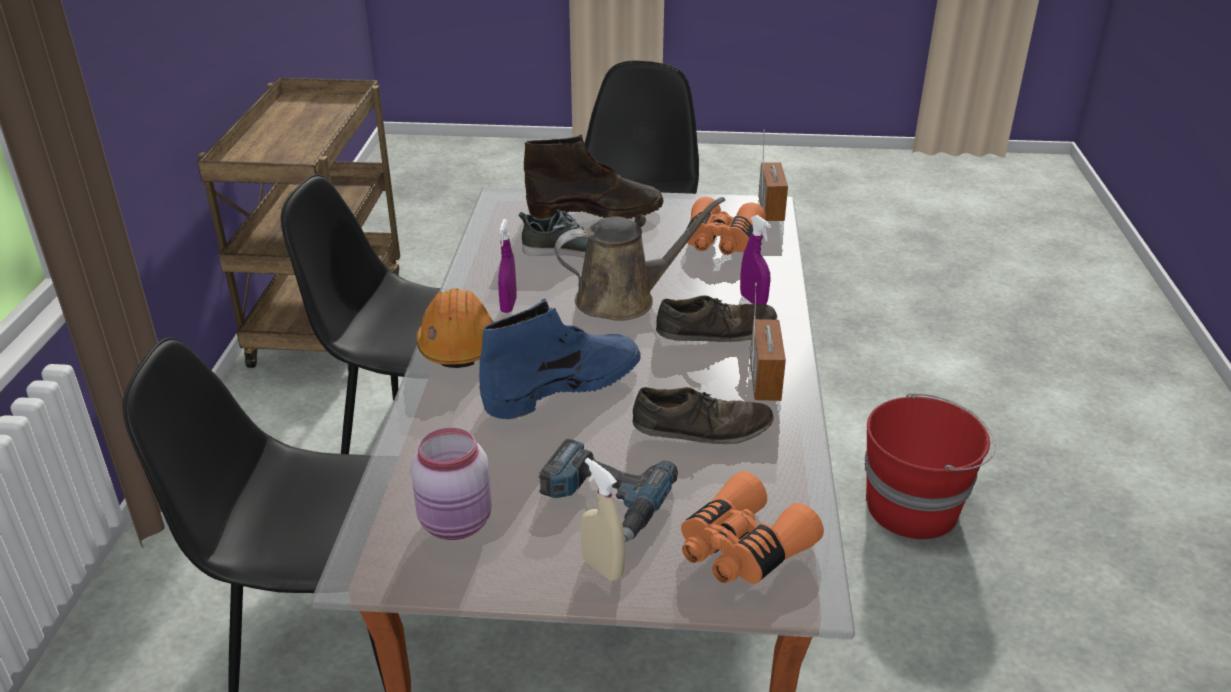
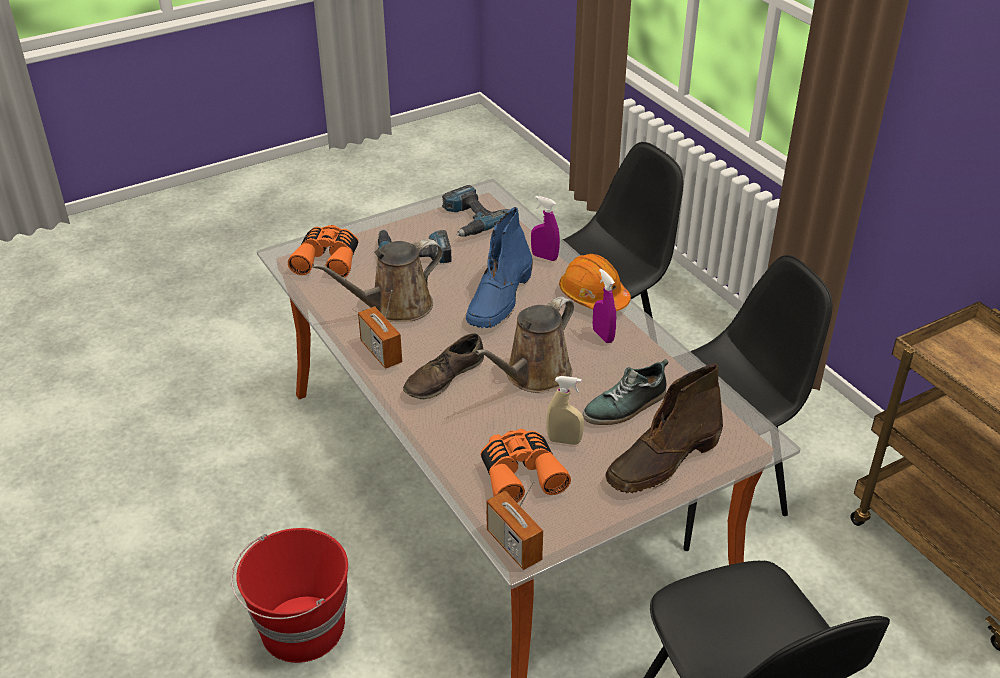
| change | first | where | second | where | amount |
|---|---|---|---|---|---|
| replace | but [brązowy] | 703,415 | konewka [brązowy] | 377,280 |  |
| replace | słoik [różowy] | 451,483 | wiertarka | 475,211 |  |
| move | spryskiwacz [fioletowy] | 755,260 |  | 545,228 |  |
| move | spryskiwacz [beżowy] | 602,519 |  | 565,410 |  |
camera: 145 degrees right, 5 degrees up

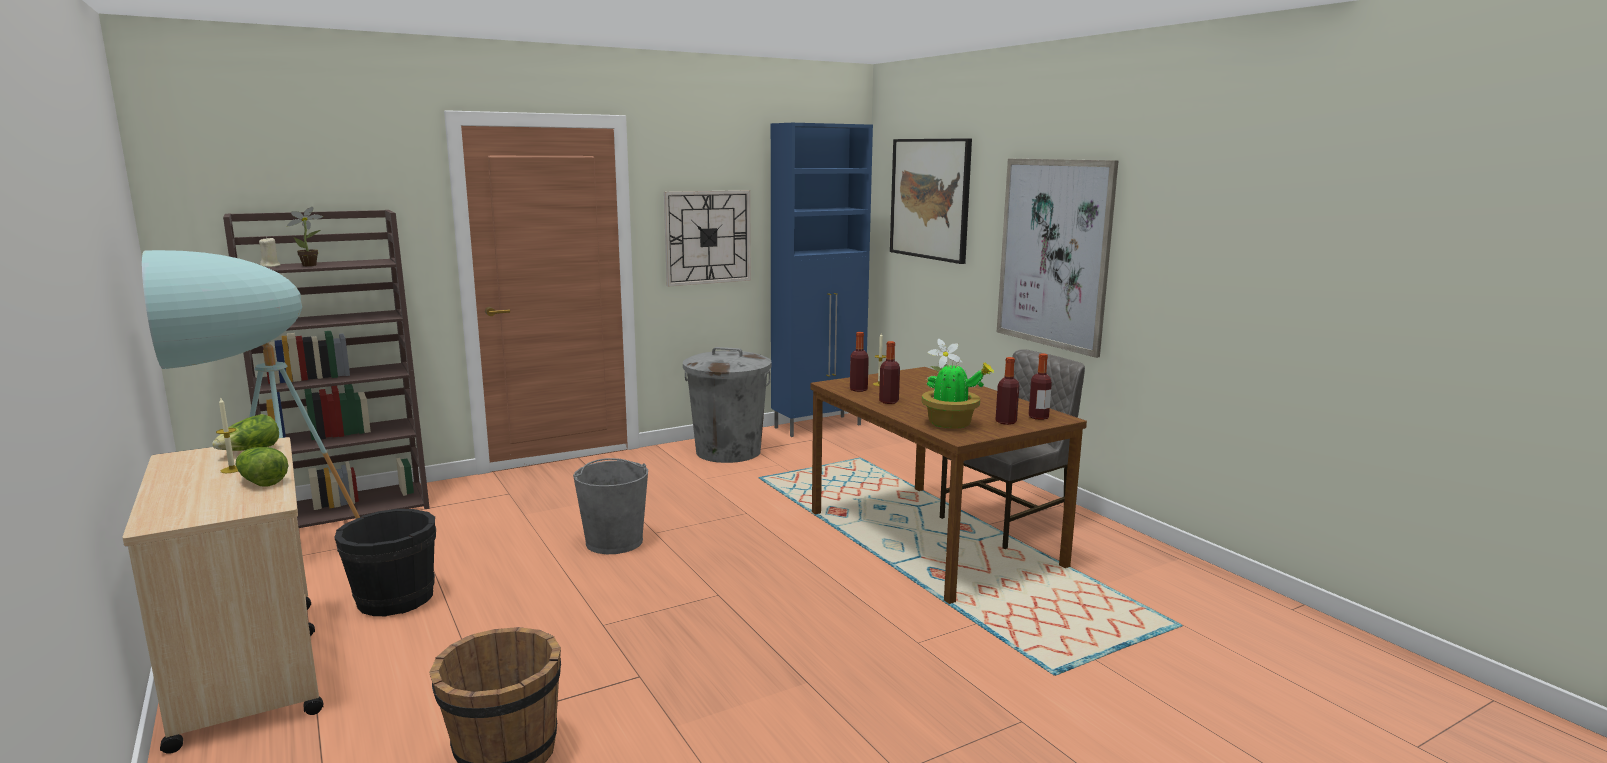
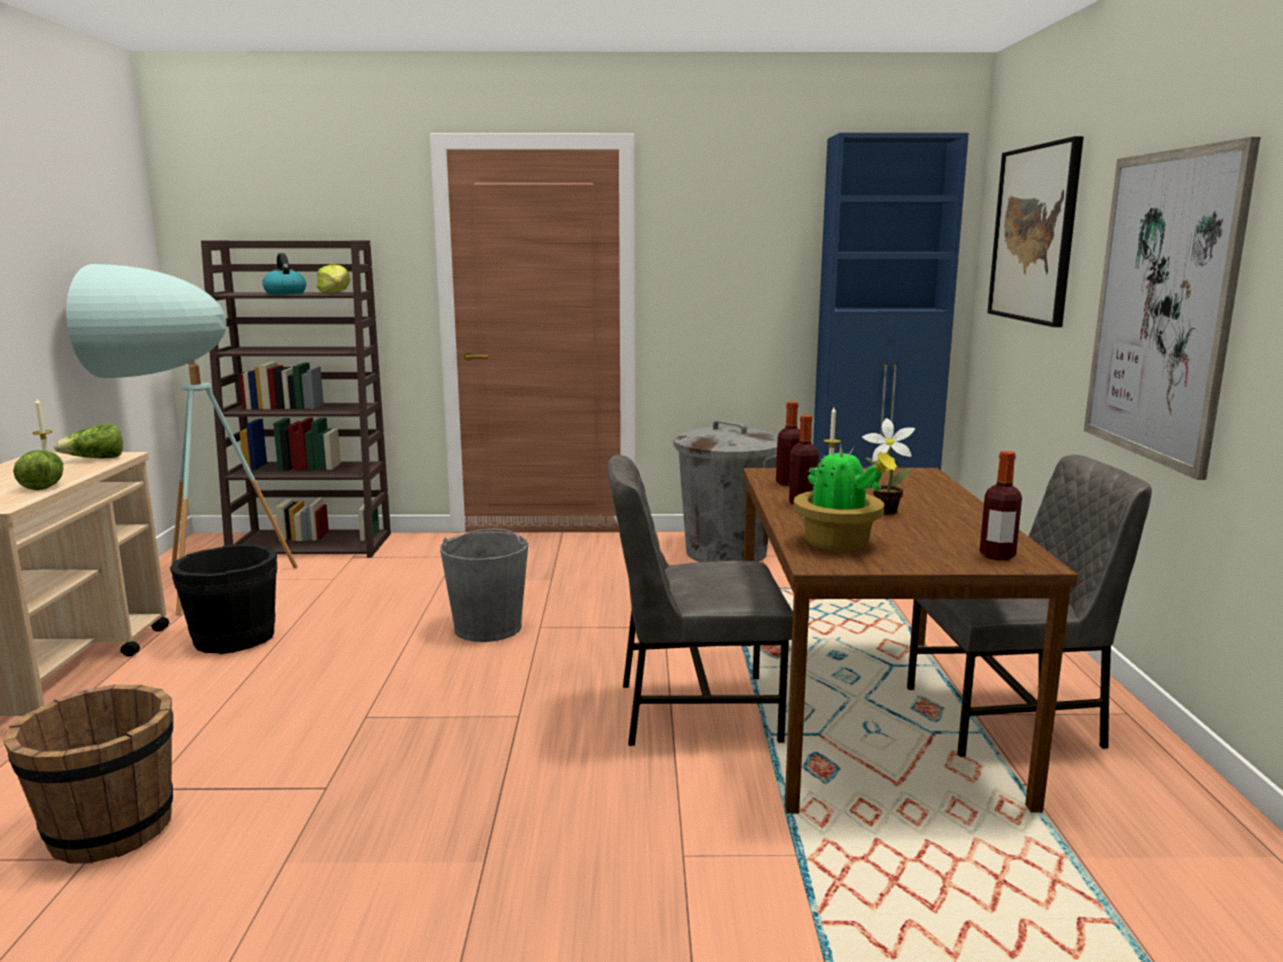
| change | first | where | second | where | amount |
|---|---|---|---|---|---|
| replace | roślina doniczkowa | 305,236 | czajnik | 284,274 |  |
| insert |  |  | sałata | 334,278 |  |
| insert |  |  | krzesło [szary] | 700,600 |  |
| delete | świeca [beżowy] | 269,252 |  |  |  |
| delete | zegar ścienny | 707,238 |  |  |  |
| delete | butelka | 1007,391 |  |  |  |
camera: 30 degrees right, 0 degrees up

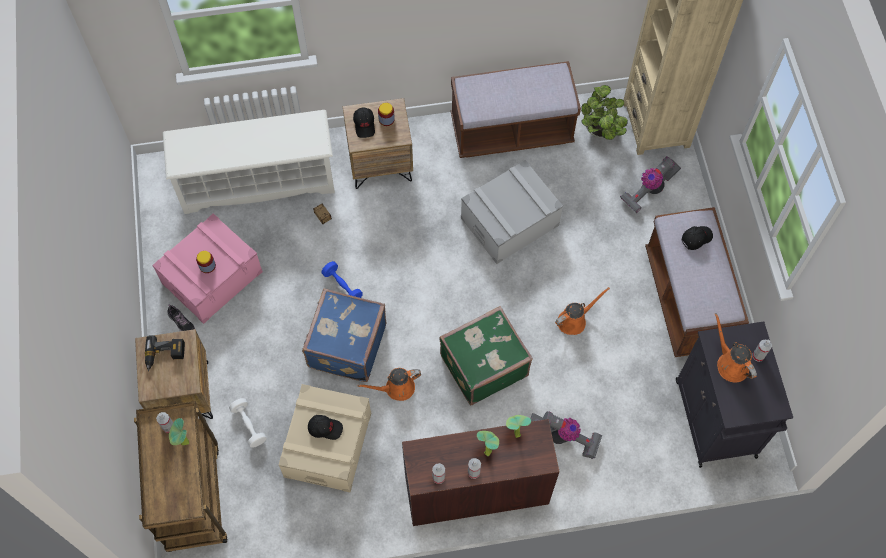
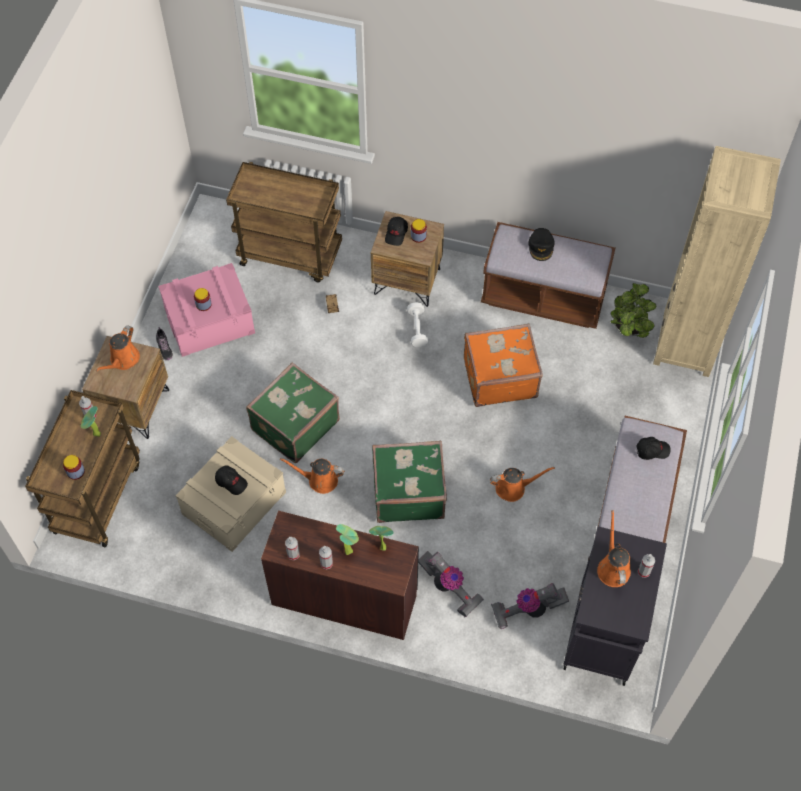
| change | first | where | second | where | amount |
|---|---|---|---|---|---|
| insert |  |  | słoik | 74,467 |  |
| replace | wiertarka | 165,353 | konewka [pomarańczowy] | 117,349 |  |
| replace | regał na buty [biały] | 249,162 | wózek [brązowy] | 284,222 |  |
| recolor | walizka [niebieski] | 344,335 | walizka [zielony] | 293,413 |  |
| move | hantel [biały] | 248,423 |  | 417,324 |  |
| replace | pojemnik do przechowywania [szary] | 512,212 | walizka [pomarańczowy] | 503,365 |  |
| move | odkurzacz | 650,184 |  | 530,606 |  |
| insert |  |  | czapka z daszkiem [czarny] | 541,244 |  |
| delete | hantel [niebieski] | 342,279 |  |  |  |
camera: 25 degrees right, 5 degrees down

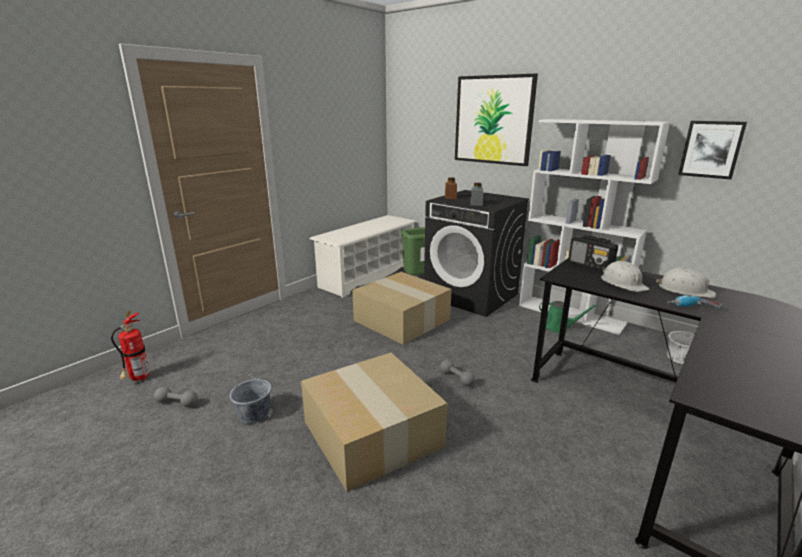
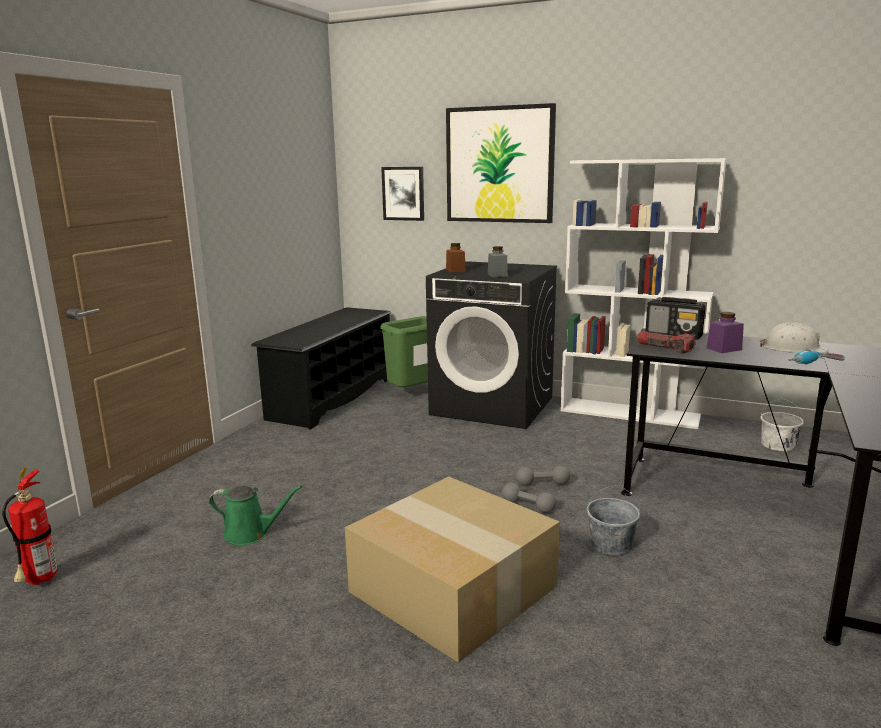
| change | first | where | second | where | amount |
|---|---|---|---|---|---|
| move | konewka [zielony] | 568,317 |  | 255,515 |  |
| recolor | regał na buty [biały] | 363,256 | regał na buty [czarny] | 321,368 |  |
| move | obraz | 712,150 |  | 402,194 |  |
| move | hantel [szary] | 176,397 |  | 542,476 |  |
| move | wiadro [szary] | 251,398 |  | 613,520 |  |
| insert |  |  | latarka | 666,342 |  |
| replace | kask [biały] | 625,276 | słoik [fioletowy] | 725,332 |  |
| delete | karton | 402,308 |  |  |  |
camera: 15 degrees left, 5 degrees down

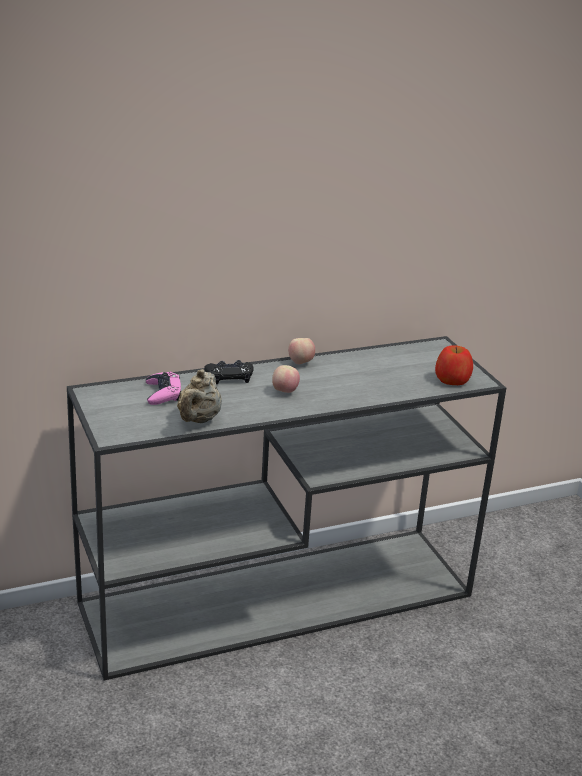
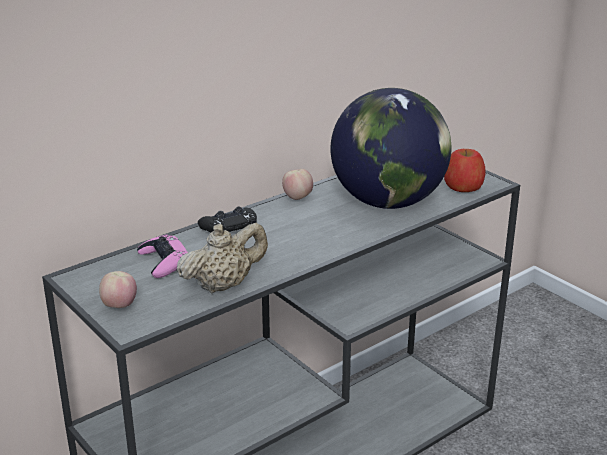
| change | first | where | second | where | amount |
|---|---|---|---|---|---|
| move | jabłko | 286,379 |  | 118,289 |  |
| rotate | imbryk [beżowy] | 199,396 |  | 222,258 | 120 degrees counterclockwise |
| insert |  |  | globus | 390,148 |  |
camera: 15 degrees left, 0 degrees up

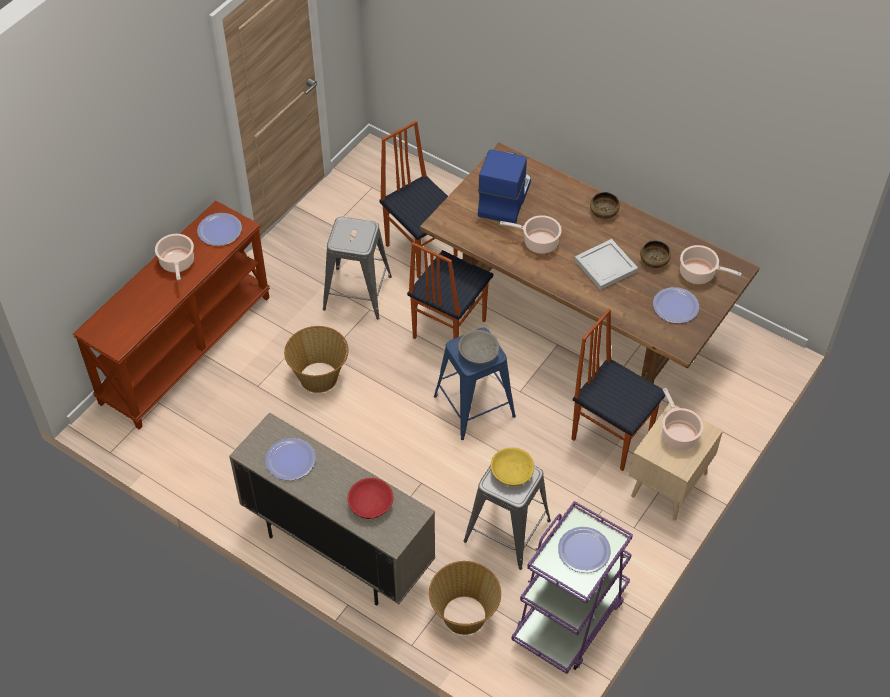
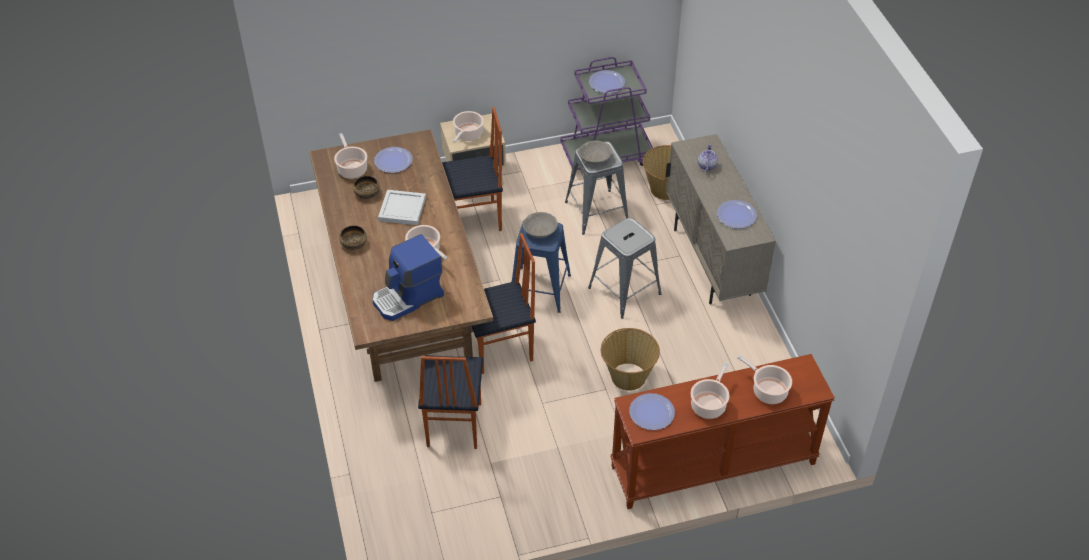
| change | first | where | second | where | amount |
|---|---|---|---|---|---|
| rotate | krzesło | 618,390 |  | 472,169 | 90 degrees counterclockwise |
| recolor | miska [żółty] | 512,466 | miska [szary] | 595,152 |  |
| move | stołek [szary] | 357,268 |  | 624,268 |  |
| replace | miska [czerwony] | 370,498 | imbryk | 708,158 |  |
| insert |  |  | garnek | 764,379 |  |
camera: 140 degrees left, 5 degrees down

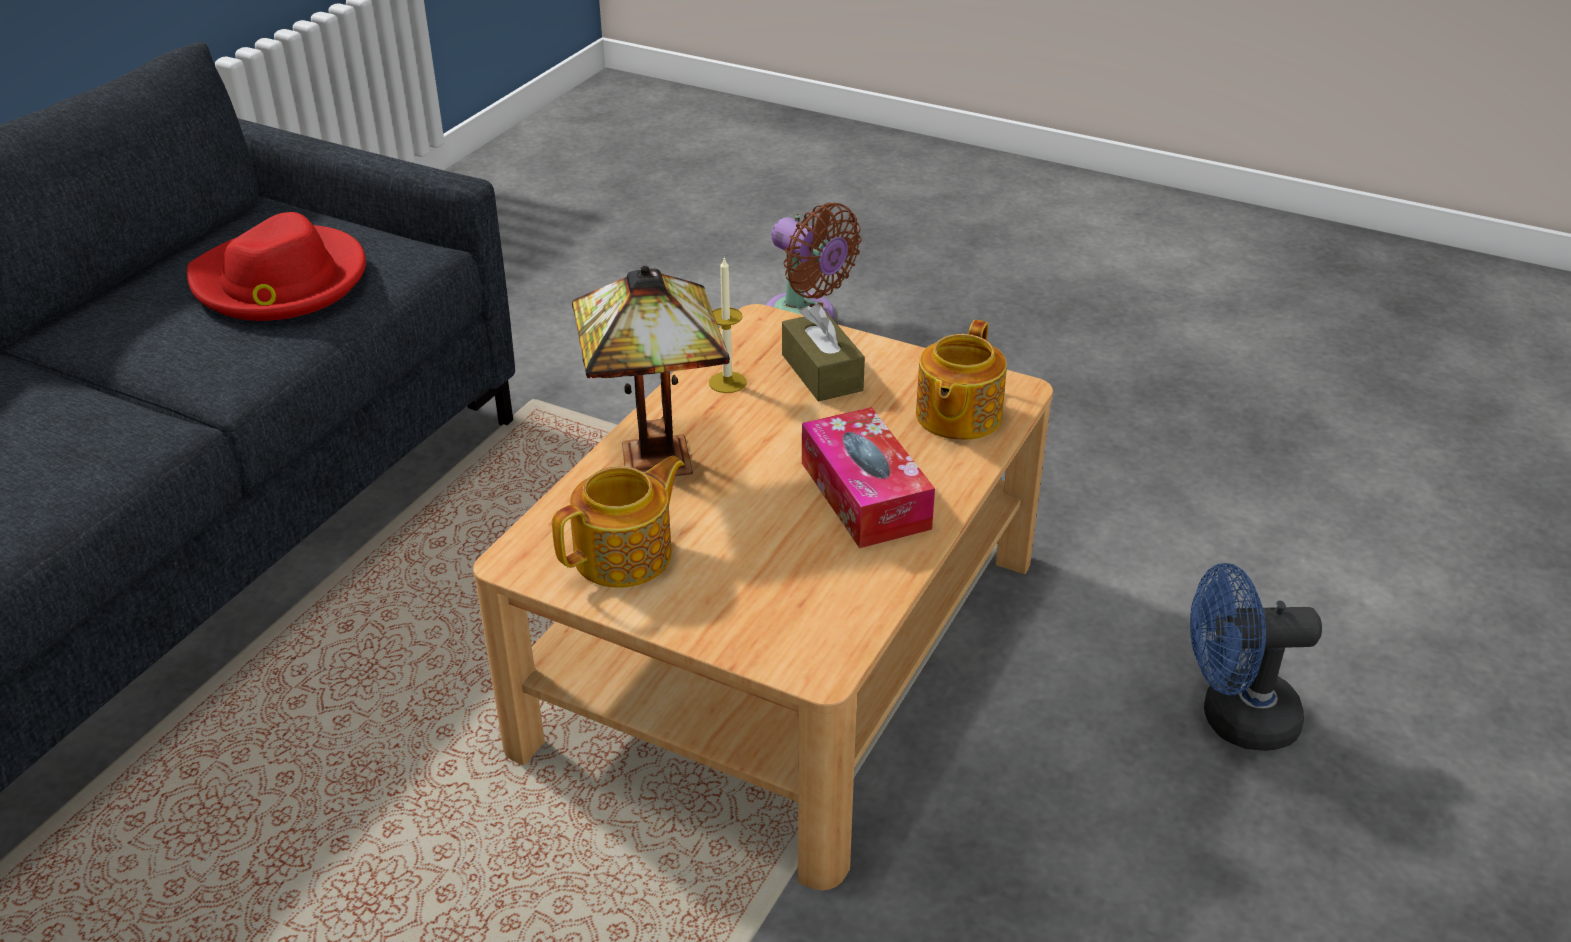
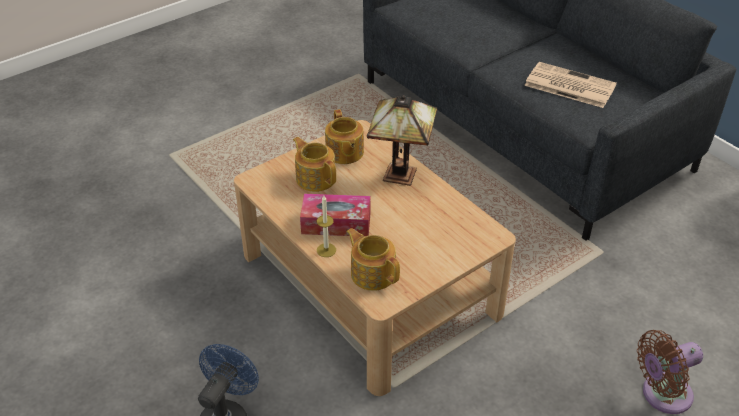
| change | first | where | second | where | amount |
|---|---|---|---|---|---|
| insert |  |  | imbryk | 314,164 |  |
| move | świeca | 728,325 |  | 326,226 |  |
| replace | kapelusz [czerwony] | 276,266 | gazeta | 570,85 |  |
| delete | pudełko chusteczek [brązowy] | 823,353 |  |  |  |
camera: 115 degrees right, 5 degrees up

